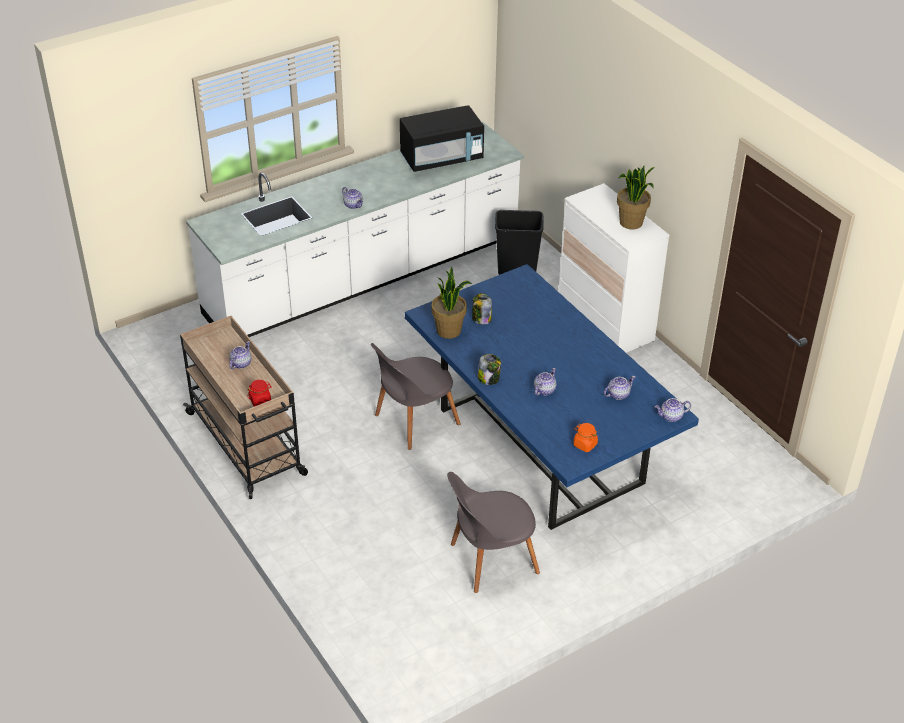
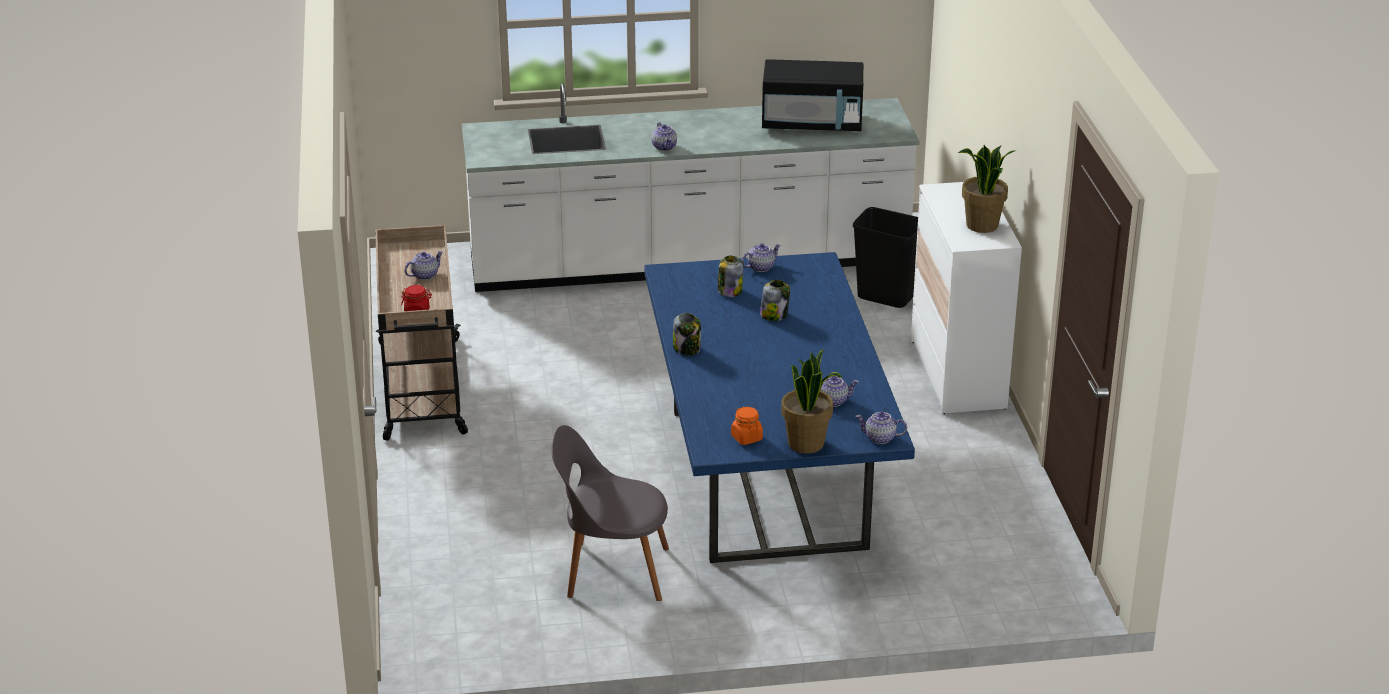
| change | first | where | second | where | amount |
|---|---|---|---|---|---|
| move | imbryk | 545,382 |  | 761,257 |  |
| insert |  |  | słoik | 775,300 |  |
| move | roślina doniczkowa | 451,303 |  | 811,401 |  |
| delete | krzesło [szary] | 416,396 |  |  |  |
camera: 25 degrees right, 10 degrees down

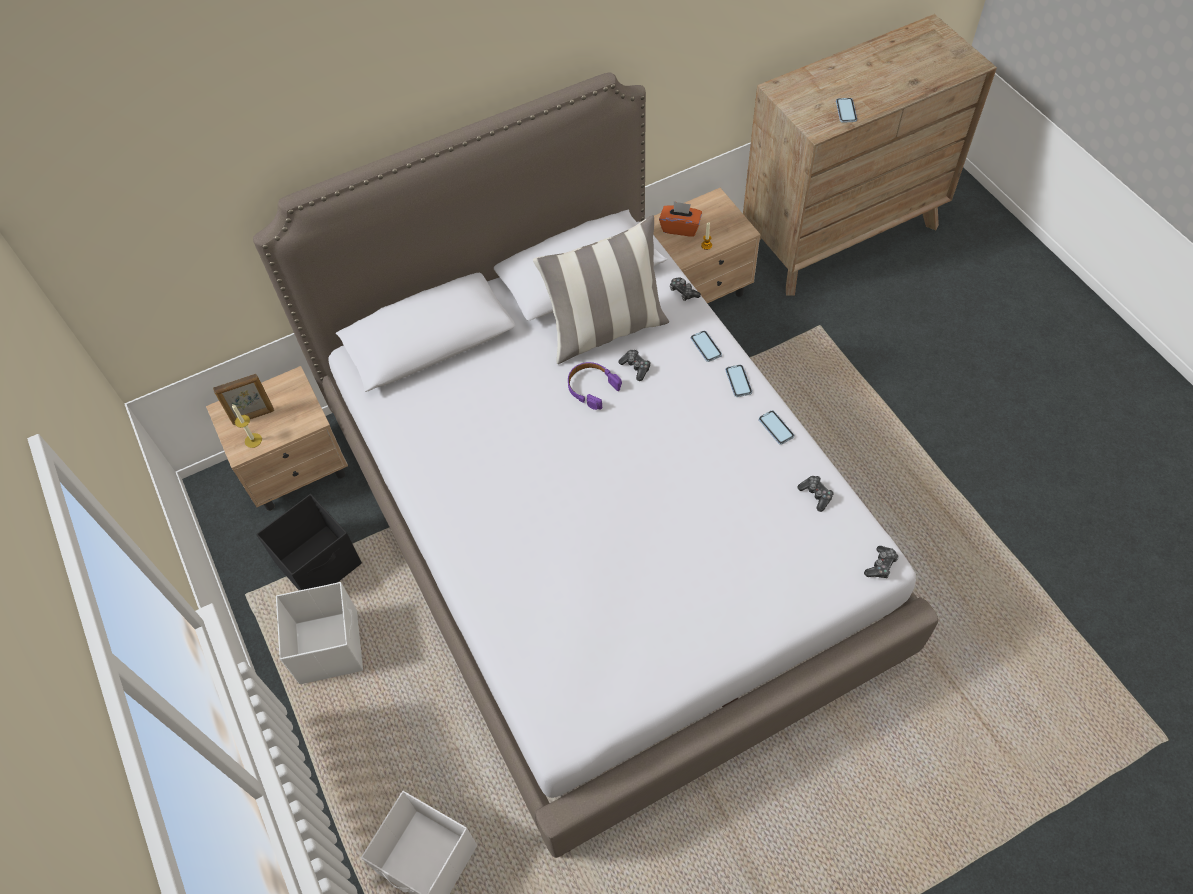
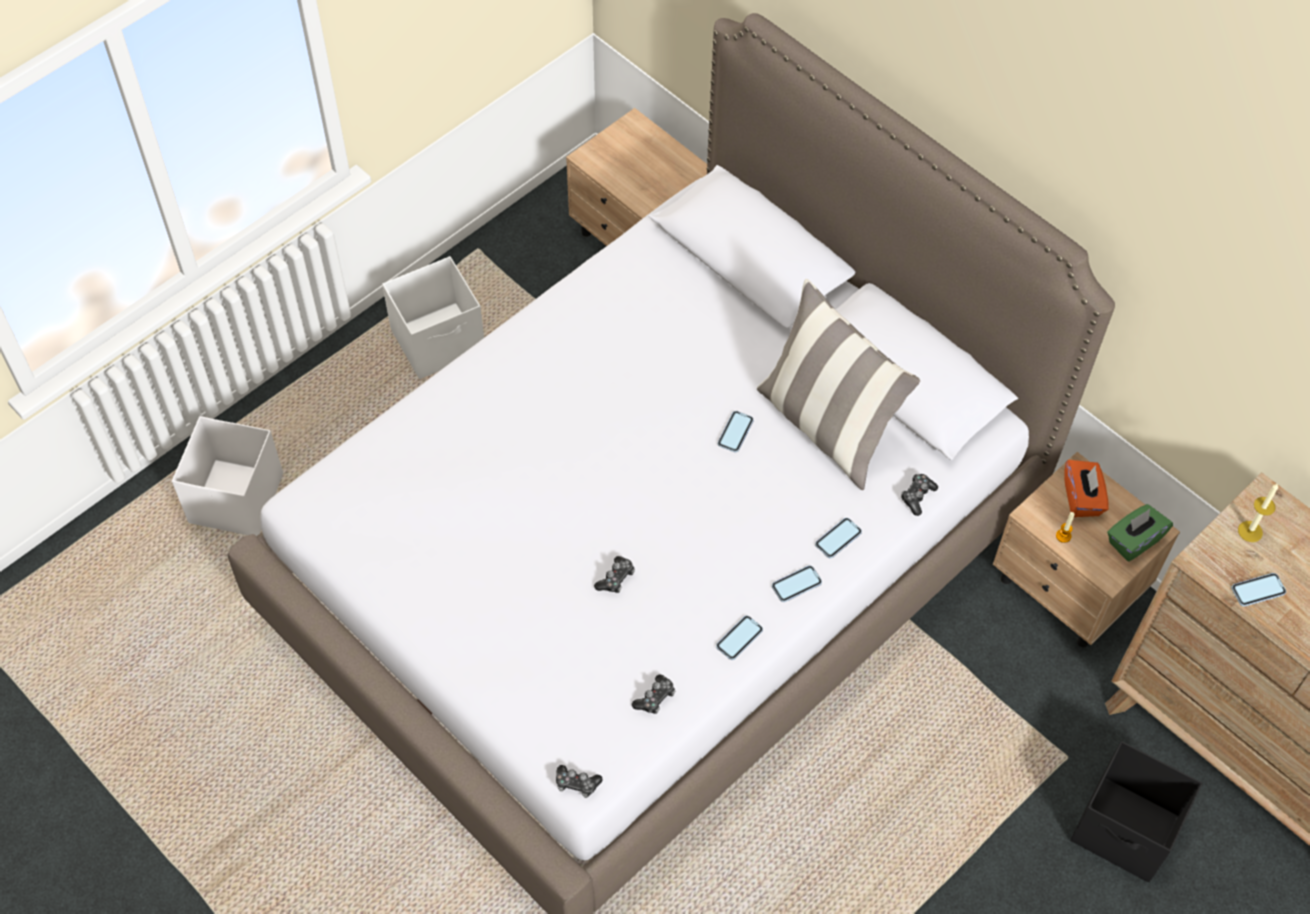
| change | first | where | second | where | amount |
|---|---|---|---|---|---|
| move | pad do gier | 634,365 |  | 614,574 |  |
| replace | słuchawki [fioletowy] | 595,386 | telefon | 736,431 |  |
| move | pojemnik do przechowywania [czarny] | 309,542 |  | 1136,812 |  |
| insert |  |  | pudełko chusteczek [zielony] | 1140,532 |  |
| move | świeca | 247,426 |  | 1258,512 |  |
| delete | ramka na zdjęcie | 243,399 |  |  |  |
camera: 70 degrees right, 0 degrees up

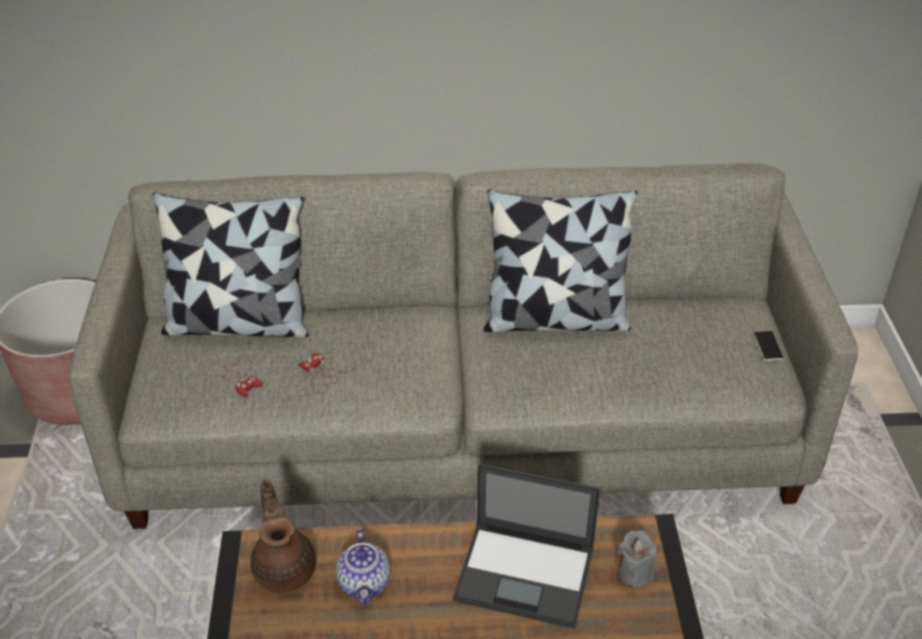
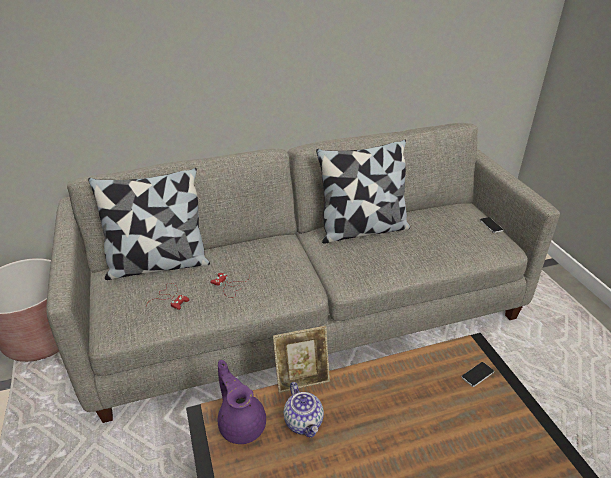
| change | first | where | second | where | amount |
|---|---|---|---|---|---|
| recolor | imbryk [brązowy] | 283,536 | imbryk [fioletowy] | 242,402 |  |
| insert |  |  | ramka na zdjęcie | 301,359 |  |
| replace | świeca [szary] | 637,559 | telefon | 478,374 |  |
| delete | laptop | 527,546 |  |  |  |
camera: 15 degrees left, 5 degrees down

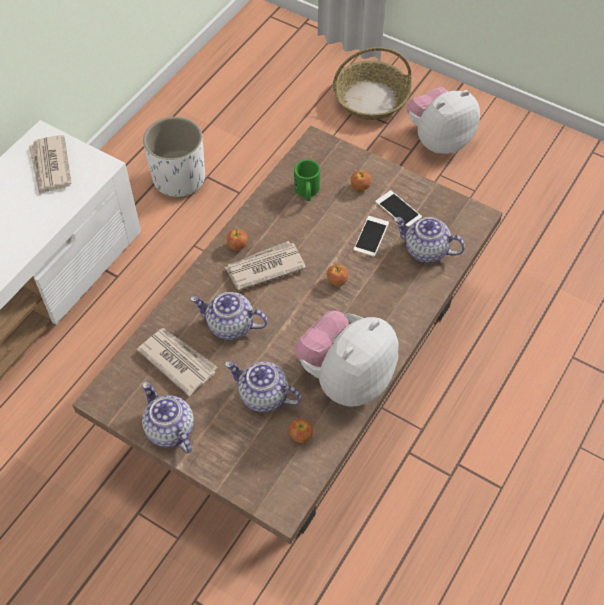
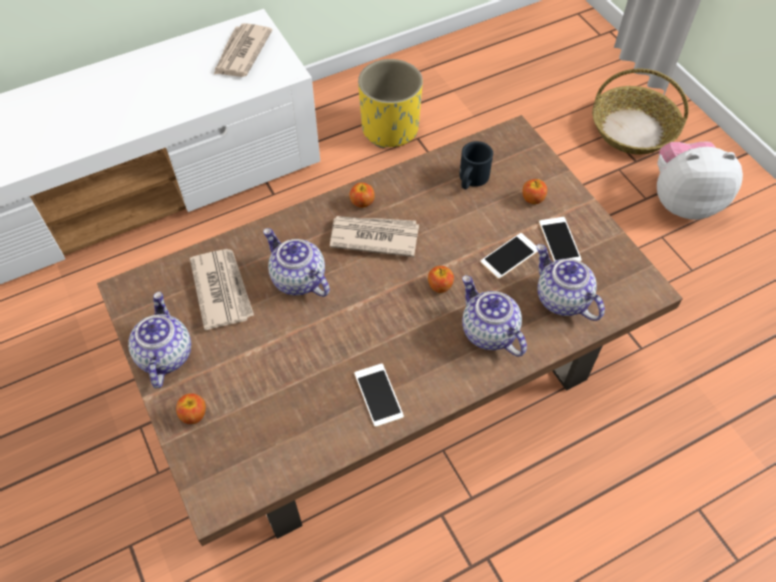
| change | first | where | second | where | amount |
|---|---|---|---|---|---|
| move | jabłko | 301,431 |  | 191,408 |  |
| replace | pluszak | 346,359 | telefon | 379,395 |  |
| recolor | donica [biały] | 174,157 | donica [żółty] | 390,103 |  |
| recolor | kubek [zielony] | 307,180 | kubek [czarny] | 476,165 |  |
| move | imbryk | 263,386 |  | 494,316 |  |
camera: 30 degrees right, 0 degrees up

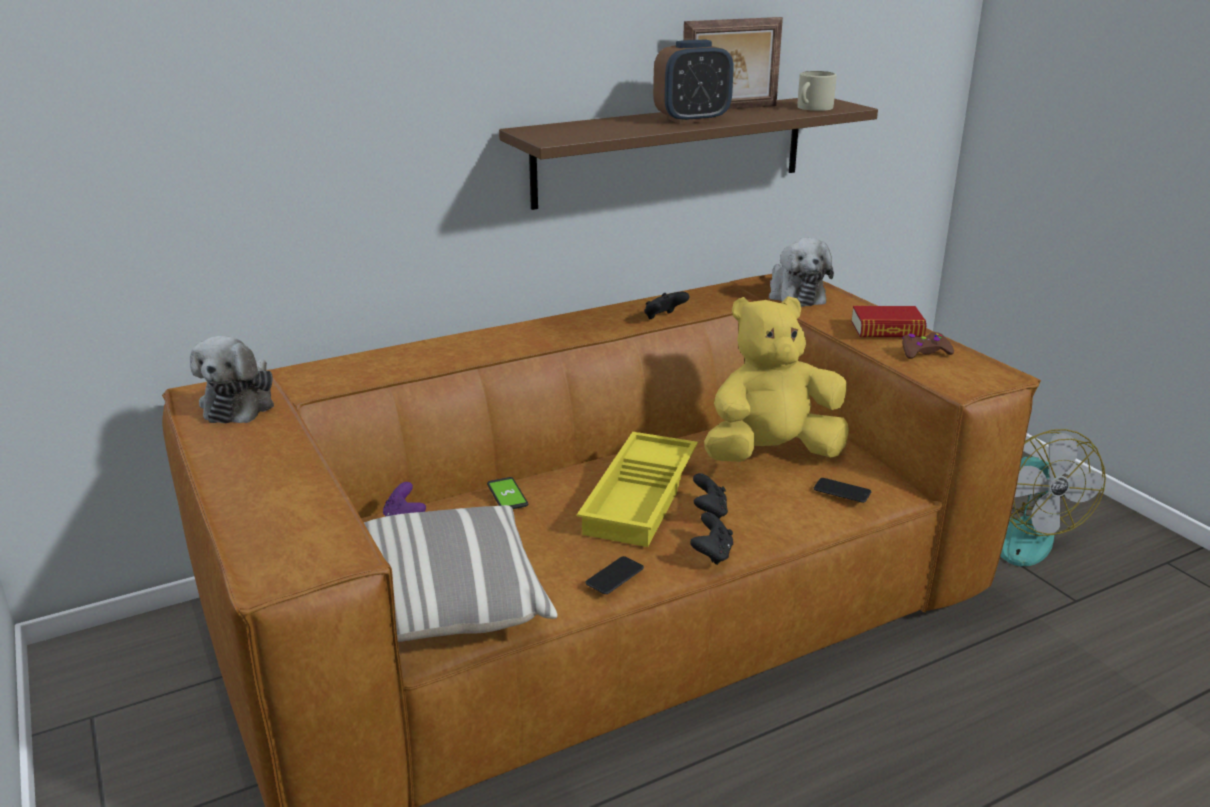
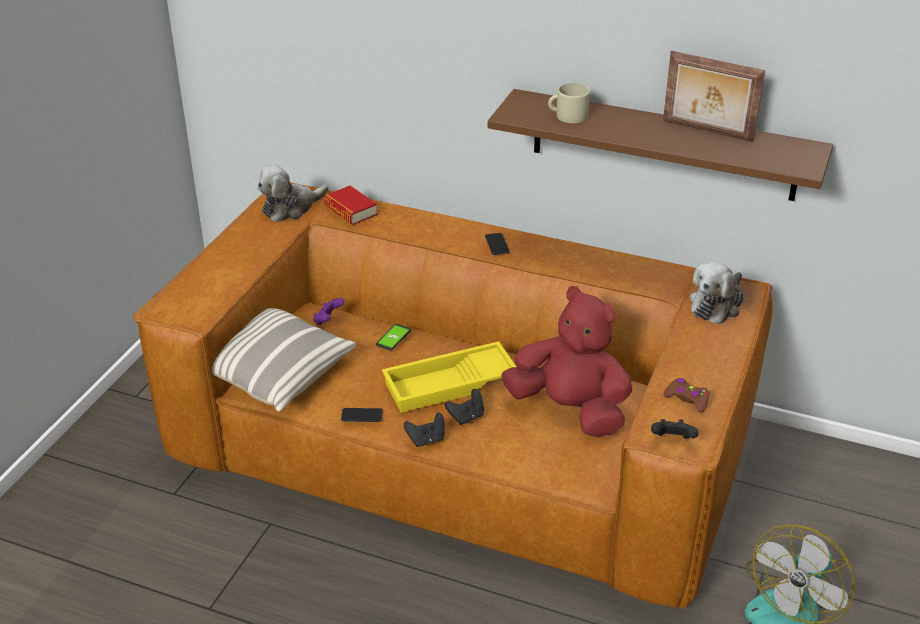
| change | first | where | second | where | amount |
|---|---|---|---|---|---|
| move | książka | 889,321 |  | 351,205 |  |
| move | telefon | 842,490 |  | 497,244 |  |
| recolor | pluszak [żółty] | 776,379 | pluszak [czerwony] | 566,361 |  |
| move | kubek [beżowy] | 817,91 |  | 569,103 |  |
| move | pad do gier [czarny] | 666,305 |  | 674,429 |  |
| delete | budzik | 693,82 |  |  |  |
camera: 50 degrees right, 10 degrees up

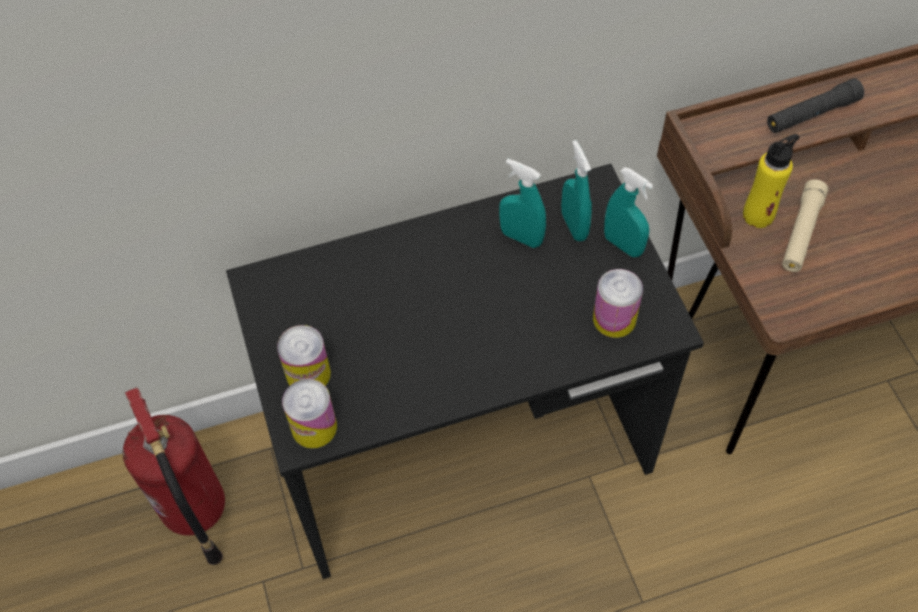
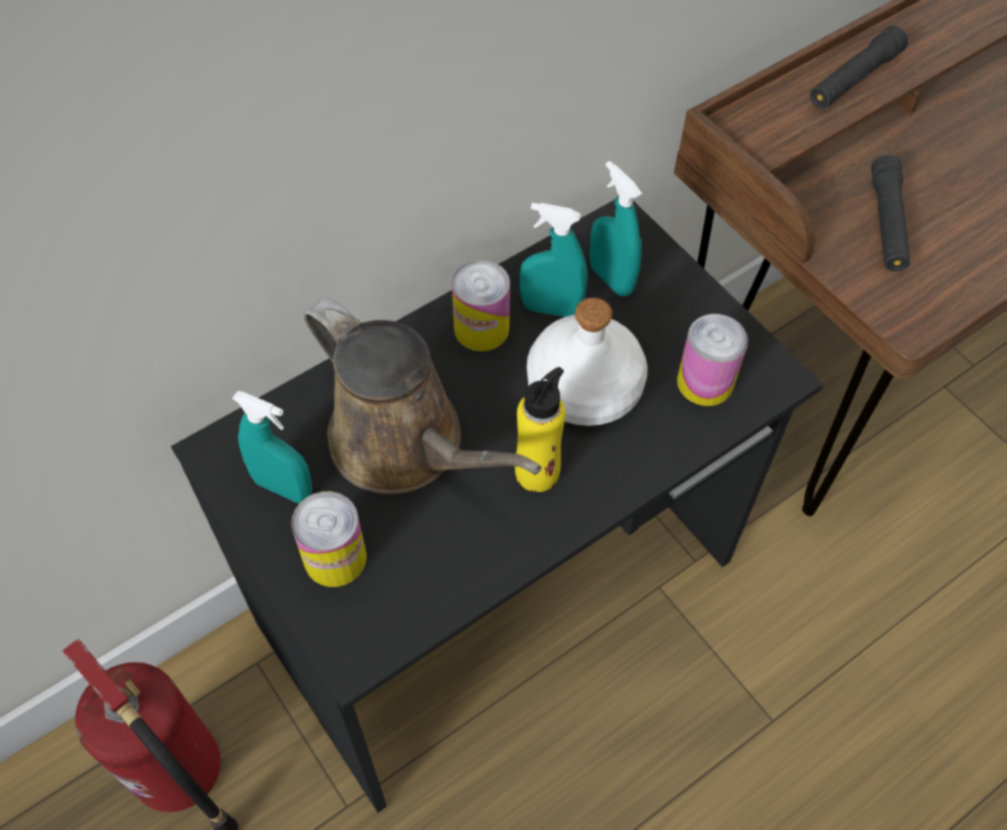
| change | first | where | second | where | amount |
|---|---|---|---|---|---|
| move | spryskiwacz [turkusowy] | 628,212 |  | 272,447 |  |
| insert |  |  | konewka [brązowy] | 423,396 |  |
| move | puszka | 309,413 |  | 481,305 |  |
| move | butelka [żółty] | 771,181 |  | 540,429 |  |
| insert |  |  | butelka [biały] | 587,362 |  |
| recolor | latarka [beżowy] | 805,225 | latarka [czarny] | 890,213 |  |
camera: 20 degrees left, 0 degrees up

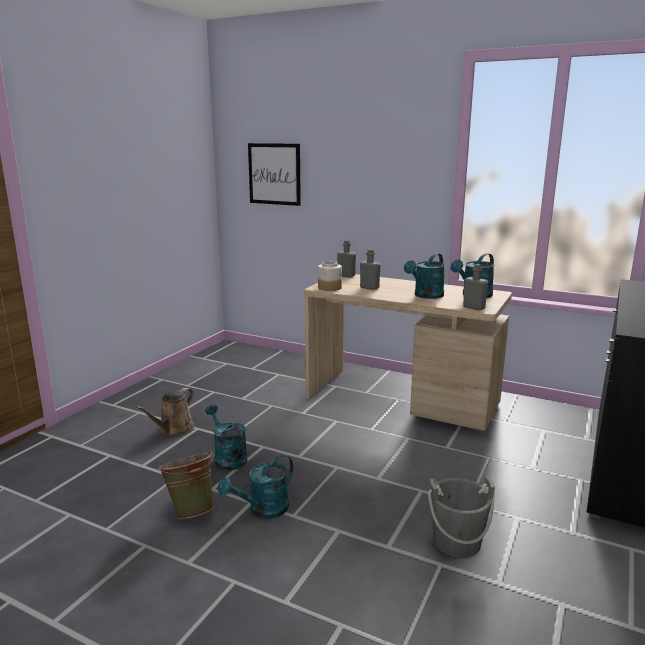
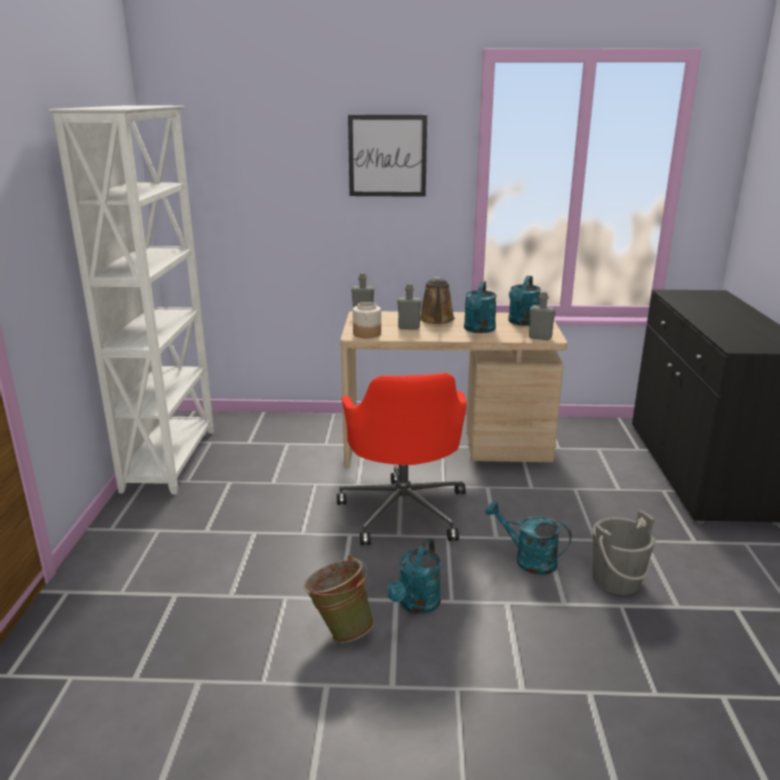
| change | first | where | second | where | amount |
|---|---|---|---|---|---|
| insert |  |  | regał [biały] | 131,300 |  |
| insert |  |  | krzesło biurowe [czerwony] | 402,459 |  |
| move | obraz | 274,174 |  | 387,156 |  |
| move | konewka [brązowy] | 165,412 |  | 437,300 |  |
| move | konewka [turkusowy] | 226,437 |  | 528,538 |  |
camera: 25 degrees left, 5 degrees up

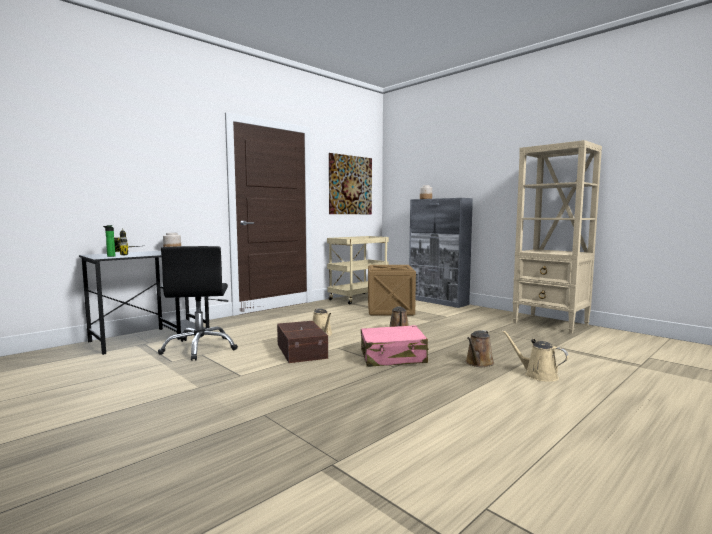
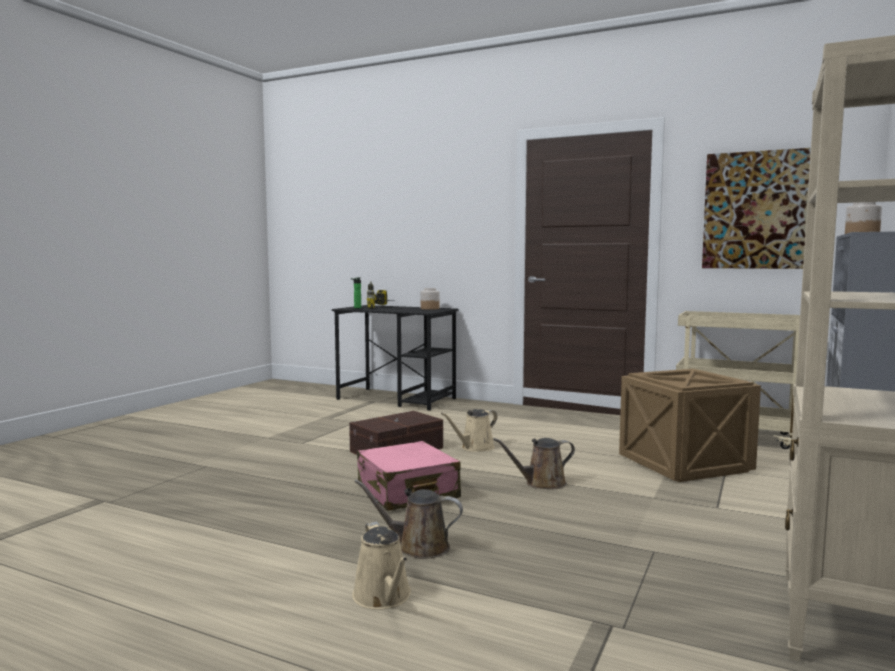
| change | first | where | second | where | amount |
|---|---|---|---|---|---|
| rotate | konewka [beżowy] | 535,356 |  | 381,566 | 135 degrees clockwise |
| delete | krzesło biurowe [czarny] | 198,303 |  |  |  |
camera: 70 degrees right, 0 degrees up

